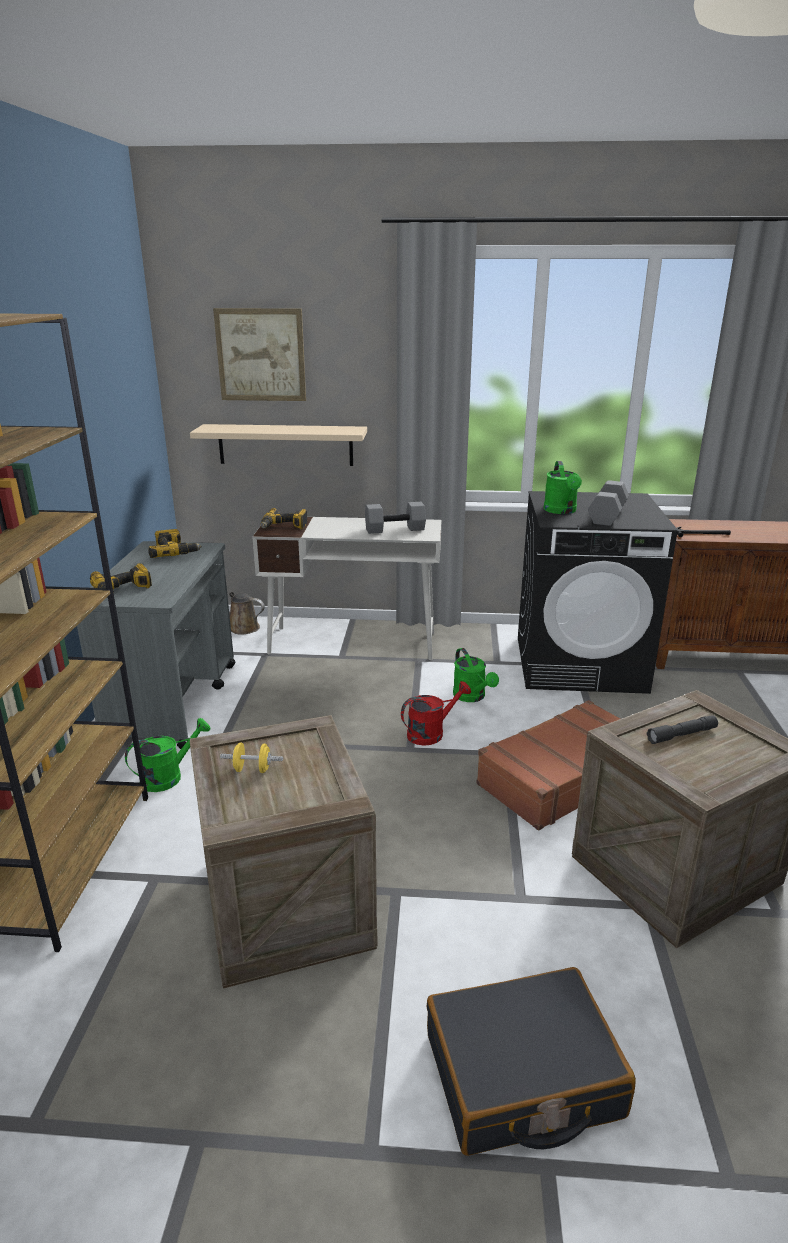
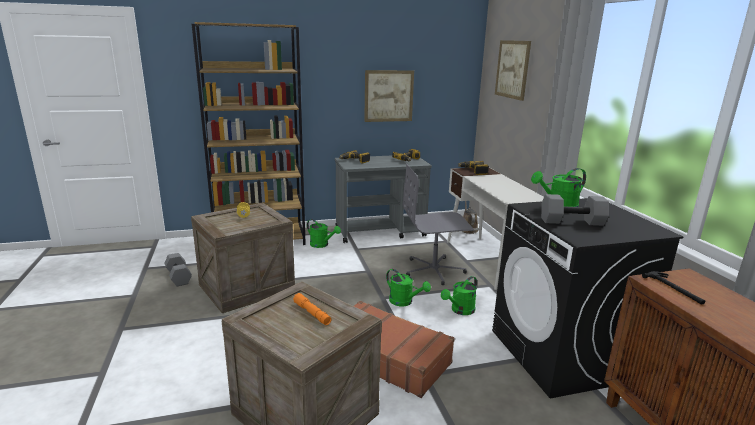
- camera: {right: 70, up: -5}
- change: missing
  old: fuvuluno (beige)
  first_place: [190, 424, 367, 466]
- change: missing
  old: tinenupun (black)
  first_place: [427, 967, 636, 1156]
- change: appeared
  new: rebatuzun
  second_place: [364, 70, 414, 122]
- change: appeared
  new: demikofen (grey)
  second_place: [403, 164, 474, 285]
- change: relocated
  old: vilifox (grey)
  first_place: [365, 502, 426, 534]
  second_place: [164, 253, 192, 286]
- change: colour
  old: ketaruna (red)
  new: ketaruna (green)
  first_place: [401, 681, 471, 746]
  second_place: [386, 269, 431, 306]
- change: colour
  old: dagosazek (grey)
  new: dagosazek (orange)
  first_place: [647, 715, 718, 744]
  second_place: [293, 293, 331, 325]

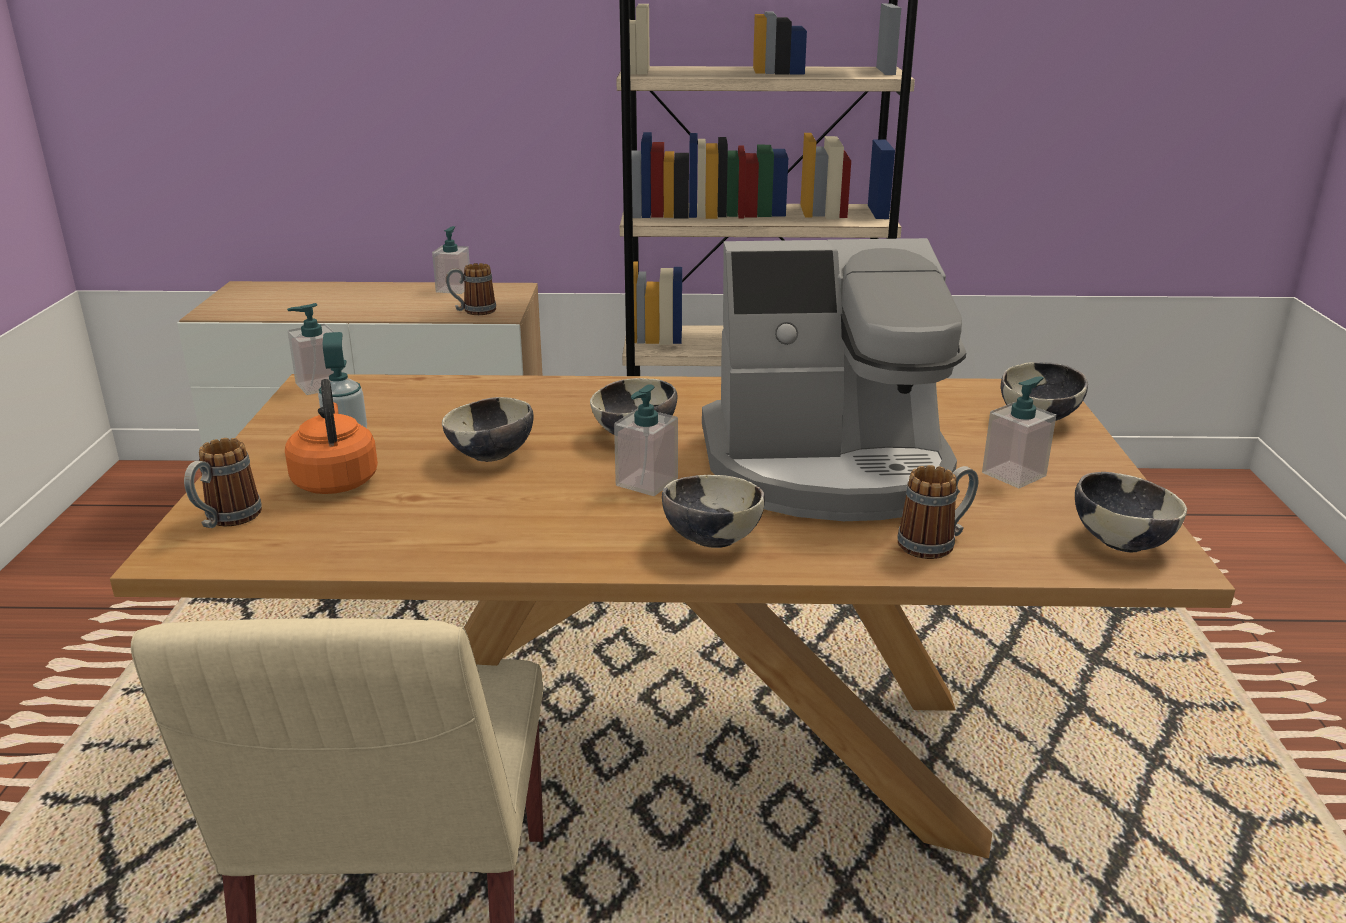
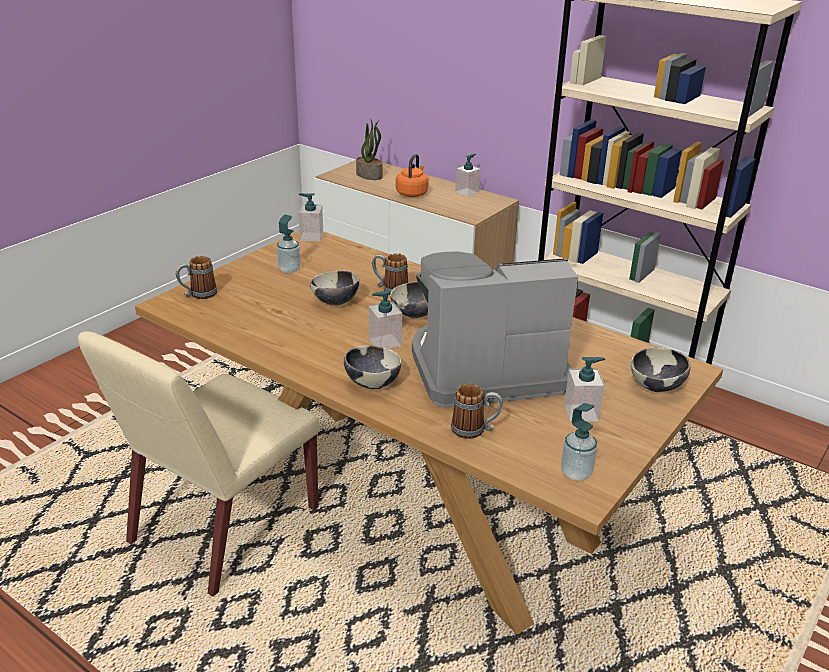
- camera: {right: 35, up: 5}
- change: appeared
  new: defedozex
  second_place: [356, 119, 383, 180]
- change: relocated
  old: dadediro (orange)
  first_place: [285, 379, 378, 494]
  second_place: [396, 154, 429, 197]
- change: relocated
  old: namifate
  first_place: [446, 263, 496, 315]
  second_place: [372, 253, 408, 295]
- change: exchanged
  old: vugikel
  new: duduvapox
  first_place: [1075, 472, 1187, 552]
  second_place: [561, 403, 597, 481]
- change: spun
  old: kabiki
  first_place: [702, 238, 966, 521]
  second_place: [412, 252, 578, 408]
  degrees: 135

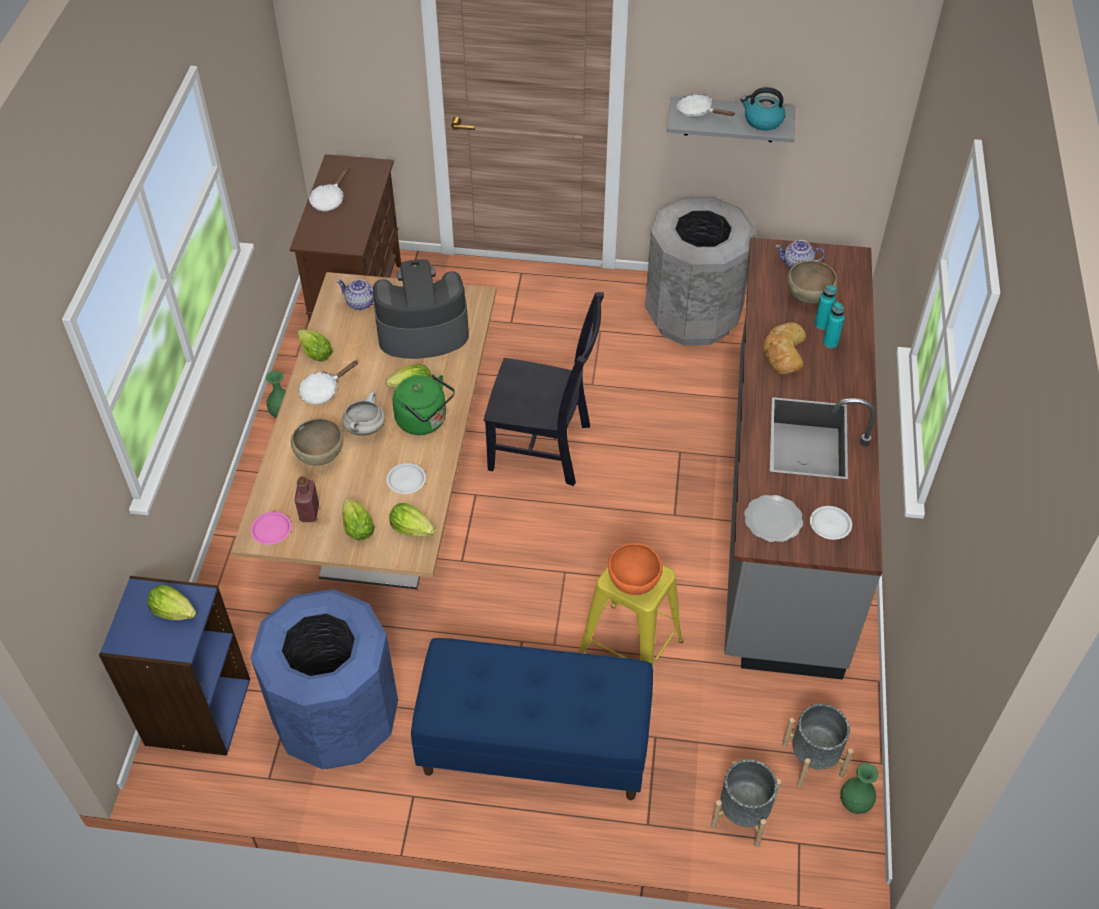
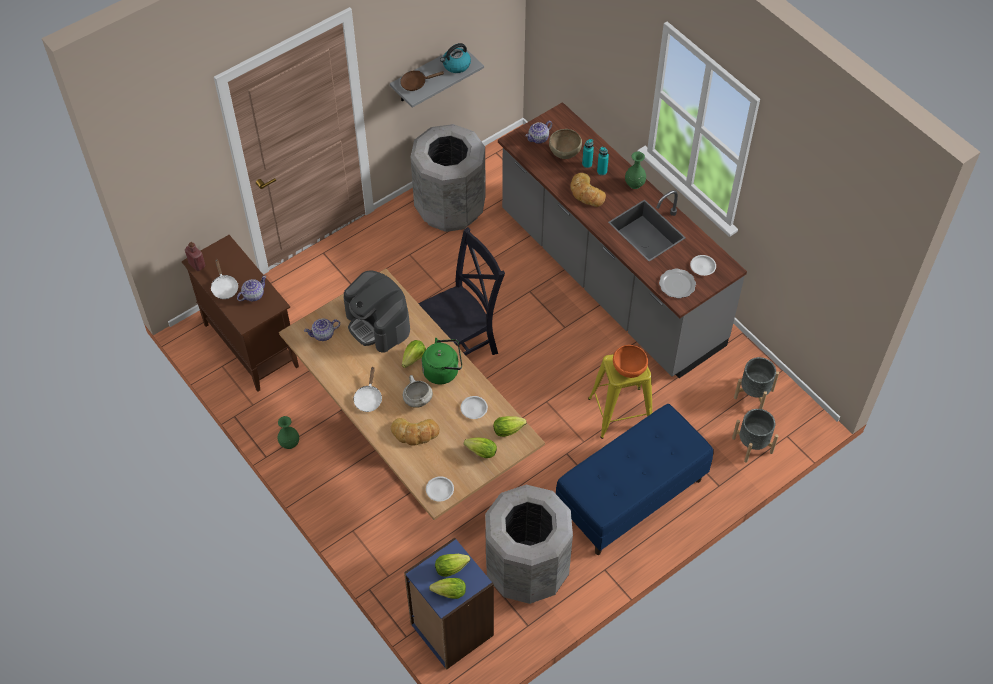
- camera: {right: -45, up: 5}
- change: appeared
  new: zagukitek
  second_place: [237, 276, 266, 301]
- change: relocated
  old: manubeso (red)
  first_place: [295, 476, 319, 522]
  second_place: [185, 242, 206, 271]
- change: relocated
  old: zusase
  first_place: [297, 329, 333, 361]
  second_place: [429, 578, 466, 599]
- change: relocated
  old: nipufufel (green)
  first_place: [840, 763, 879, 814]
  second_place: [625, 152, 646, 189]
- change: exchanged
  old: vugikel (brown)
  new: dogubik
  first_place: [291, 418, 343, 466]
  second_place: [391, 418, 440, 446]
- change: colour
  old: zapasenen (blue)
  new: zapasenen (grey)
  first_place: [250, 589, 398, 769]
  second_place: [485, 485, 573, 604]
- change: colour
  old: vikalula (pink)
  new: vikalula (white)
  first_place: [251, 512, 291, 545]
  second_place: [426, 476, 454, 501]
- change: colour
  old: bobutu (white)
  new: bobutu (brown)
  first_place: [677, 95, 735, 117]
  second_place: [400, 70, 445, 91]
- change: spun
  old: kabiki
  first_place: [373, 259, 469, 359]
  second_place: [344, 271, 410, 353]
  degrees: -75

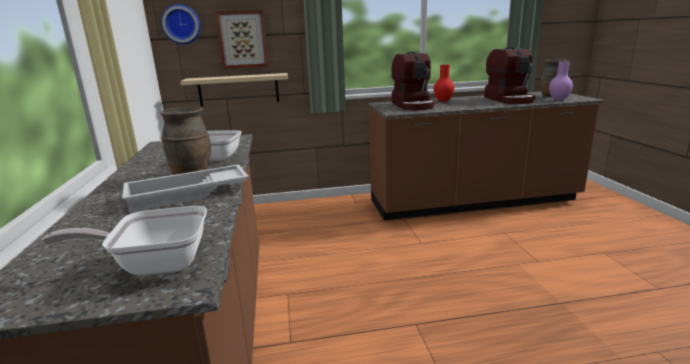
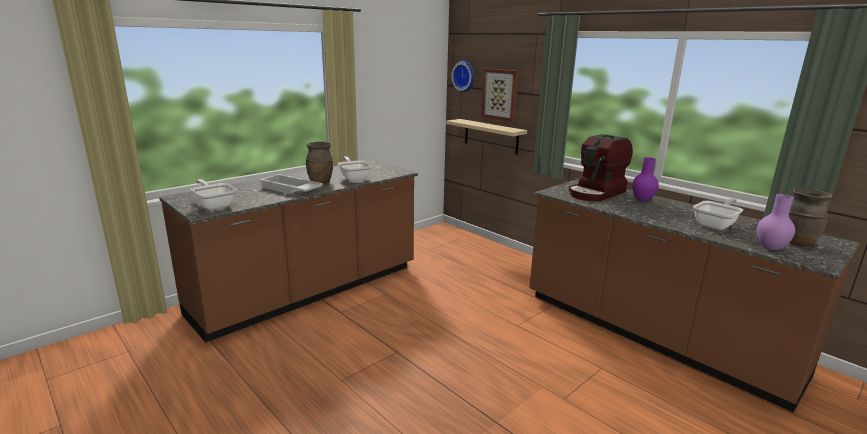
- camera: {right: 55, up: 0}
- change: exchanged
  old: kabiki
  new: bobutu
  first_place: [484, 47, 536, 104]
  second_place: [693, 198, 743, 230]
- change: colour
  old: nipufufel (red)
  new: nipufufel (purple)
  first_place: [434, 65, 454, 102]
  second_place: [632, 157, 659, 201]

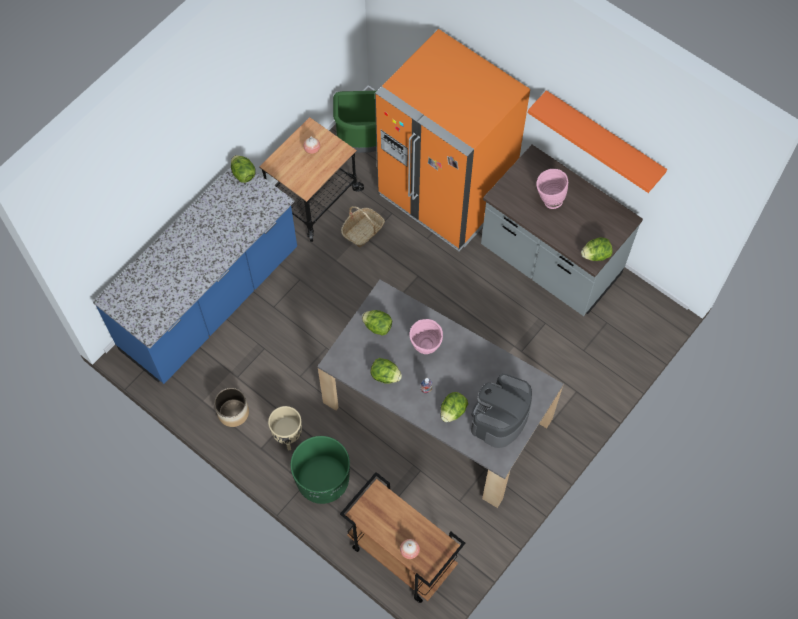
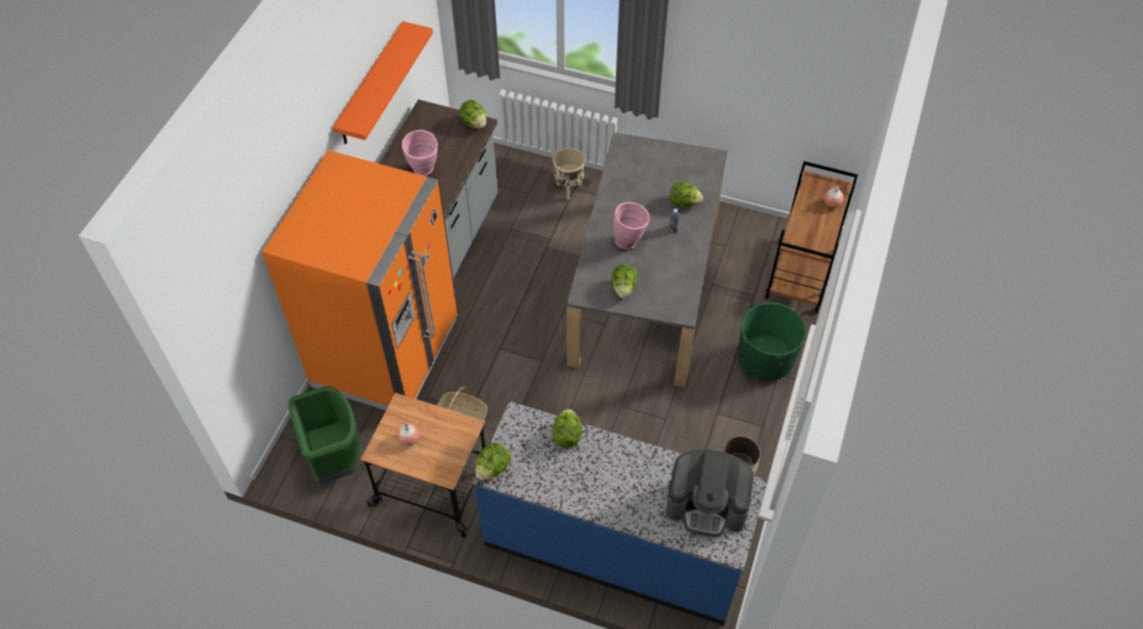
- camera: {right: -110, up: -10}
- change: relocated
  old: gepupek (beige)
  first_place: [268, 406, 302, 451]
  second_place: [553, 148, 585, 200]
- change: relocated
  old: zusase
  first_place: [370, 358, 402, 384]
  second_place: [552, 409, 582, 448]
- change: relocated
  old: kabiki
  first_place: [471, 374, 532, 448]
  second_place: [666, 449, 754, 537]

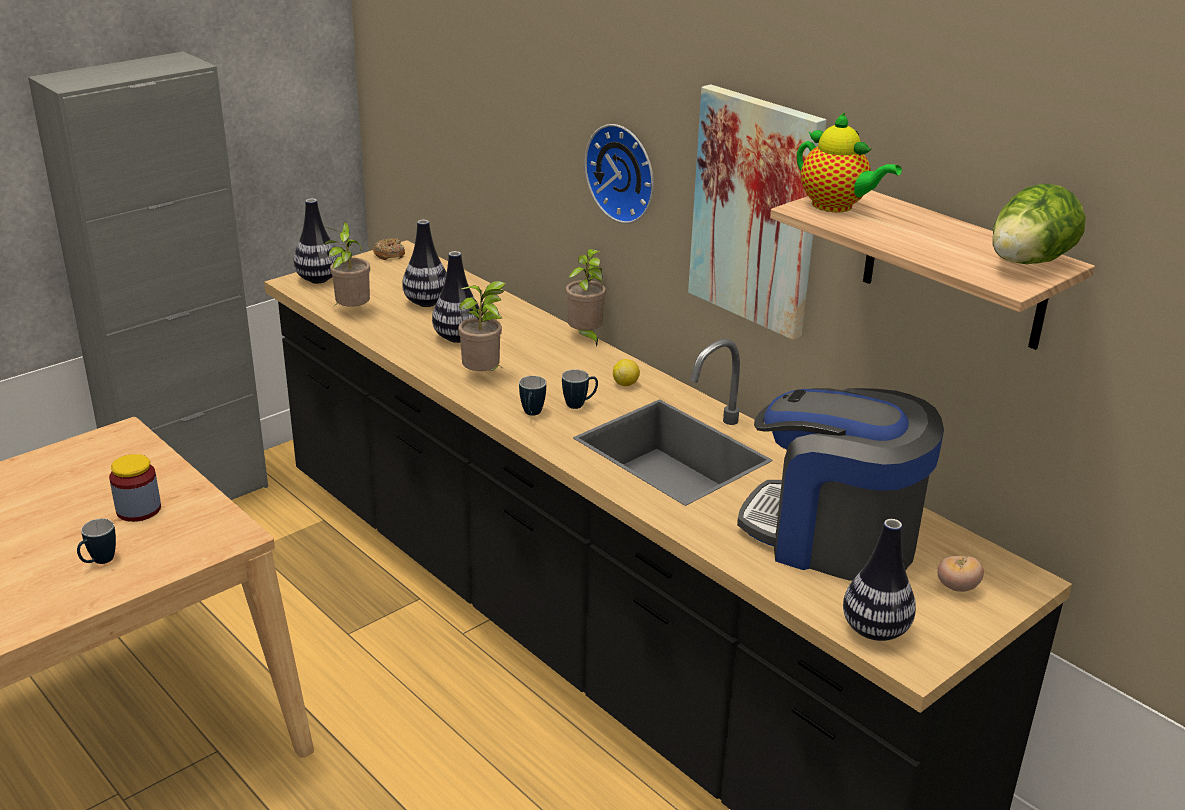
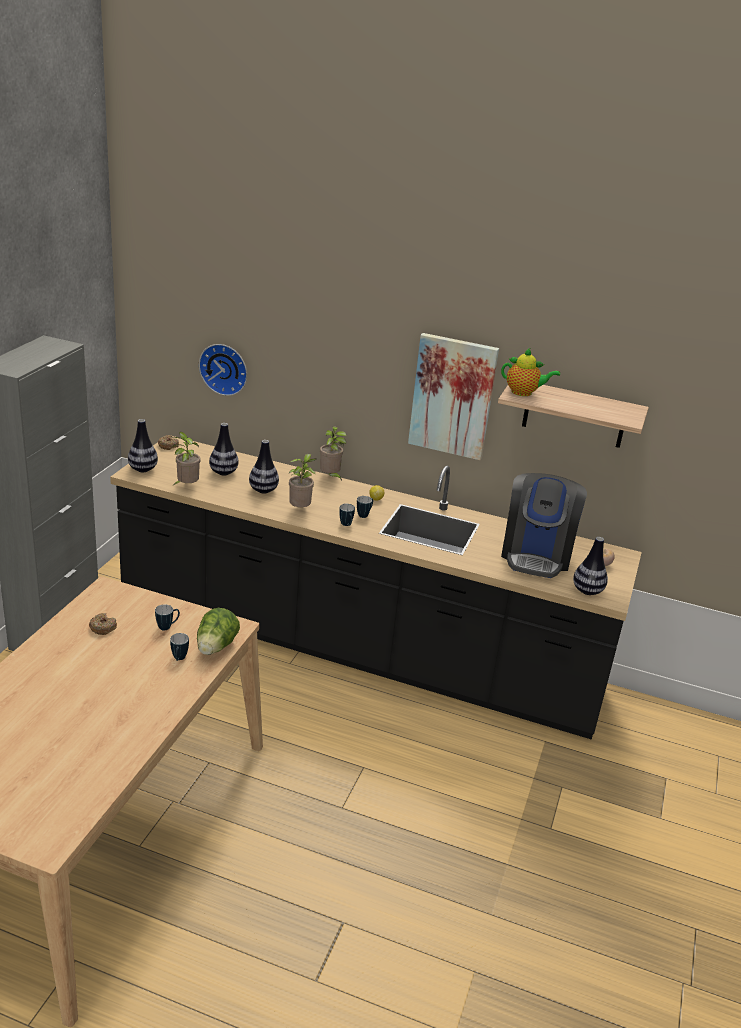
- camera: {right: -30, up: 0}
- change: appeared
  new: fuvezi
  second_place: [89, 613, 117, 635]
- change: relocated
  old: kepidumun
  first_place: [584, 124, 654, 224]
  second_place: [199, 344, 247, 396]
- change: relocated
  old: zusase
  first_place: [993, 184, 1086, 264]
  second_place: [197, 608, 240, 655]
- change: exchanged
  old: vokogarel
  new: namifate
  first_place: [109, 454, 161, 522]
  second_place: [155, 604, 180, 631]
- change: spun
  old: kabiki
  first_place: [737, 388, 944, 581]
  second_place: [501, 473, 587, 578]
  degrees: -75

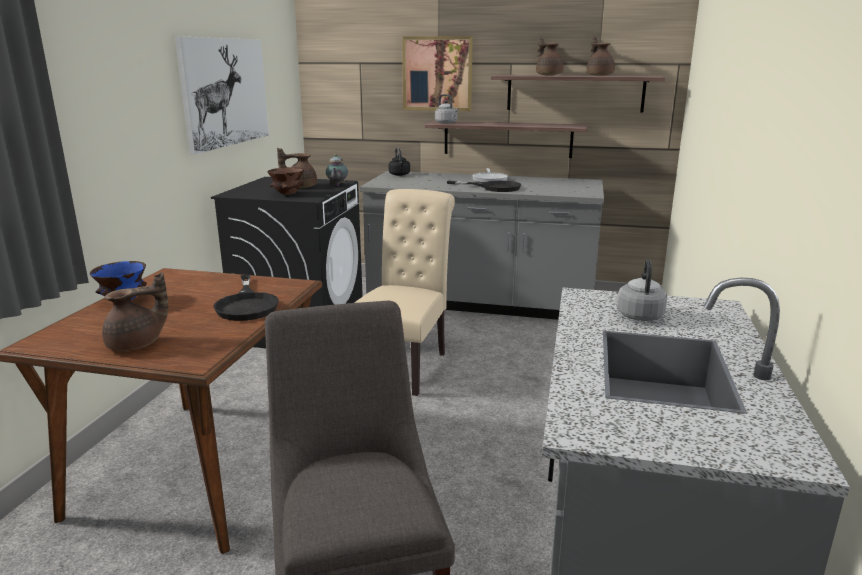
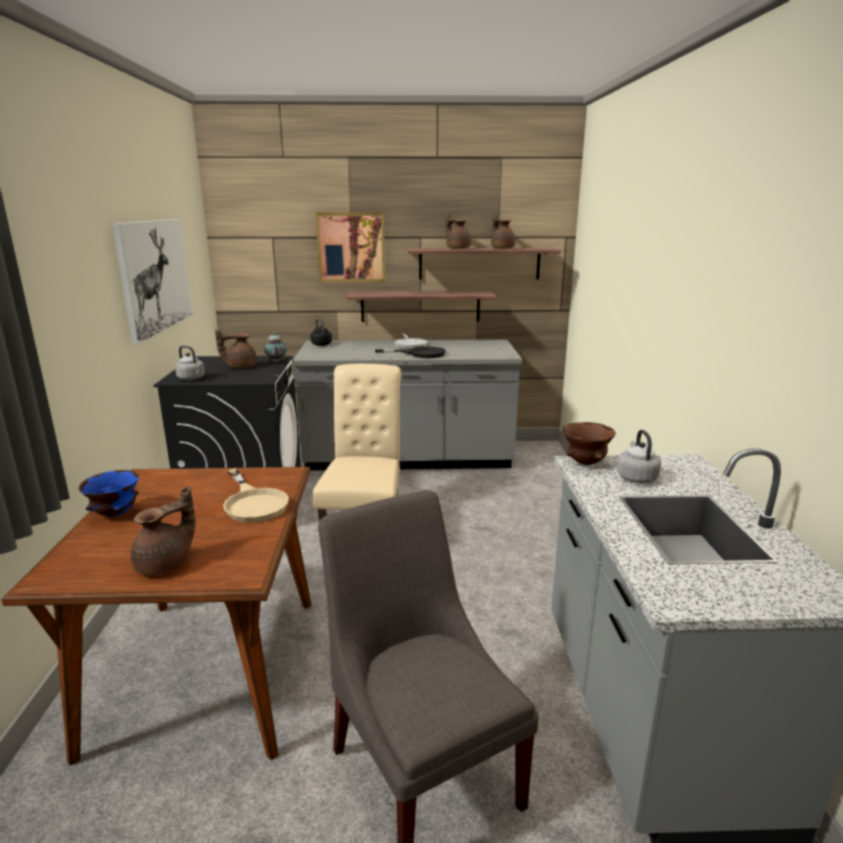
- camera: {right: -15, up: 0}
- change: relocated
  old: vugikel (brown)
  first_place: [267, 167, 304, 195]
  second_place: [562, 422, 616, 465]
- change: relocated
  old: dadediro (grey)
  first_place: [435, 94, 459, 124]
  second_place: [175, 345, 205, 380]
- change: colour
  old: bobutu (black)
  new: bobutu (beige)
  first_place: [213, 274, 279, 321]
  second_place: [223, 468, 289, 523]

